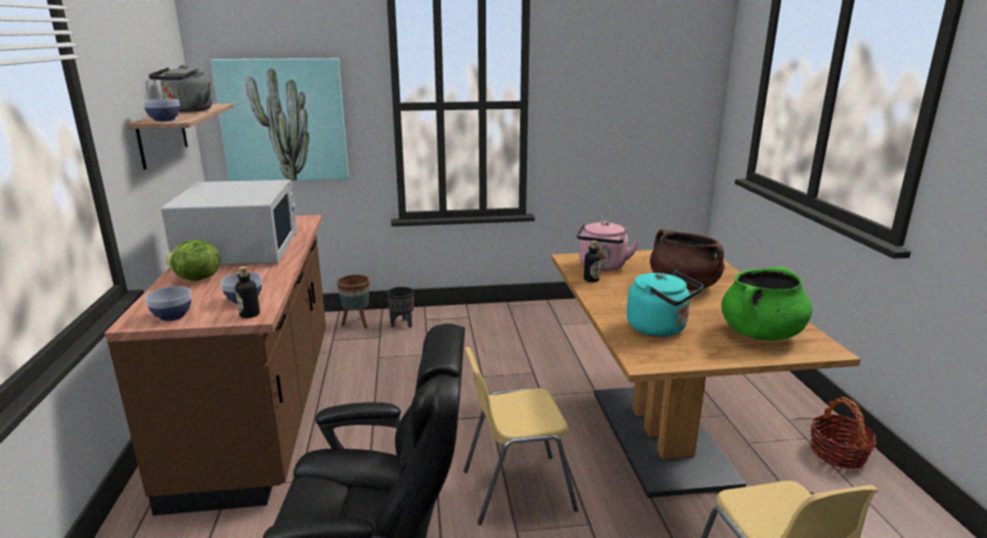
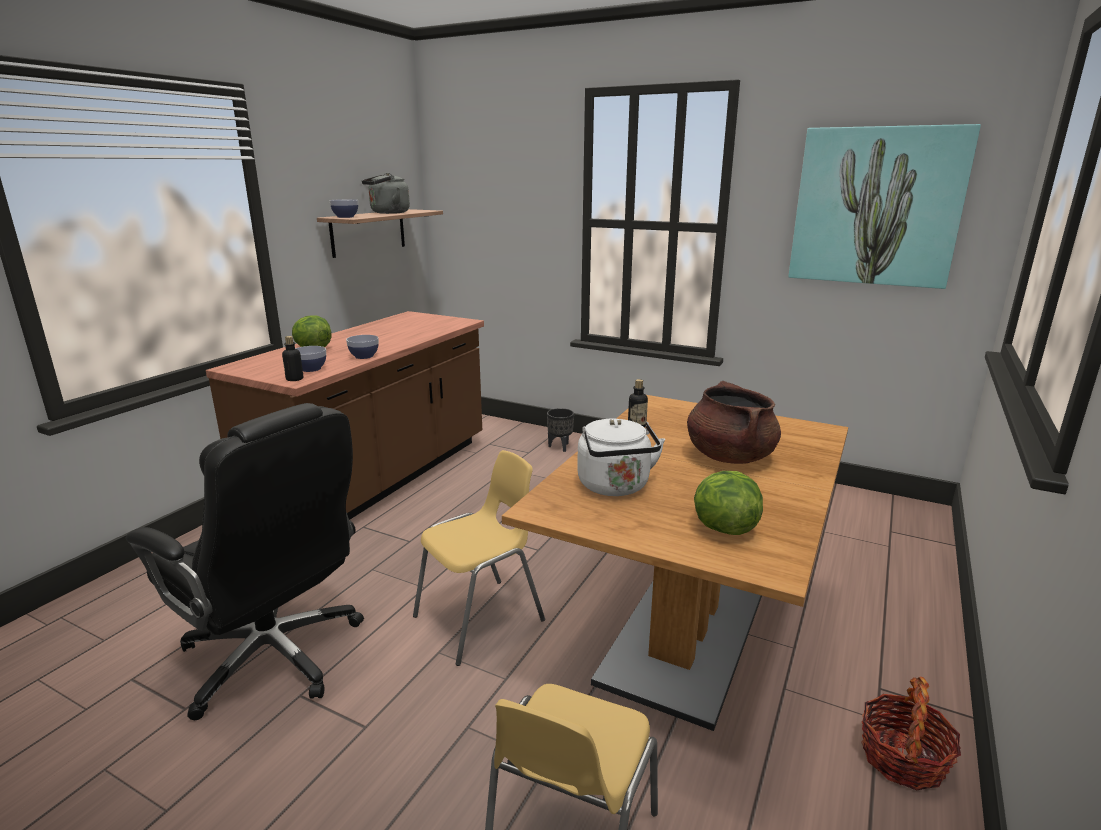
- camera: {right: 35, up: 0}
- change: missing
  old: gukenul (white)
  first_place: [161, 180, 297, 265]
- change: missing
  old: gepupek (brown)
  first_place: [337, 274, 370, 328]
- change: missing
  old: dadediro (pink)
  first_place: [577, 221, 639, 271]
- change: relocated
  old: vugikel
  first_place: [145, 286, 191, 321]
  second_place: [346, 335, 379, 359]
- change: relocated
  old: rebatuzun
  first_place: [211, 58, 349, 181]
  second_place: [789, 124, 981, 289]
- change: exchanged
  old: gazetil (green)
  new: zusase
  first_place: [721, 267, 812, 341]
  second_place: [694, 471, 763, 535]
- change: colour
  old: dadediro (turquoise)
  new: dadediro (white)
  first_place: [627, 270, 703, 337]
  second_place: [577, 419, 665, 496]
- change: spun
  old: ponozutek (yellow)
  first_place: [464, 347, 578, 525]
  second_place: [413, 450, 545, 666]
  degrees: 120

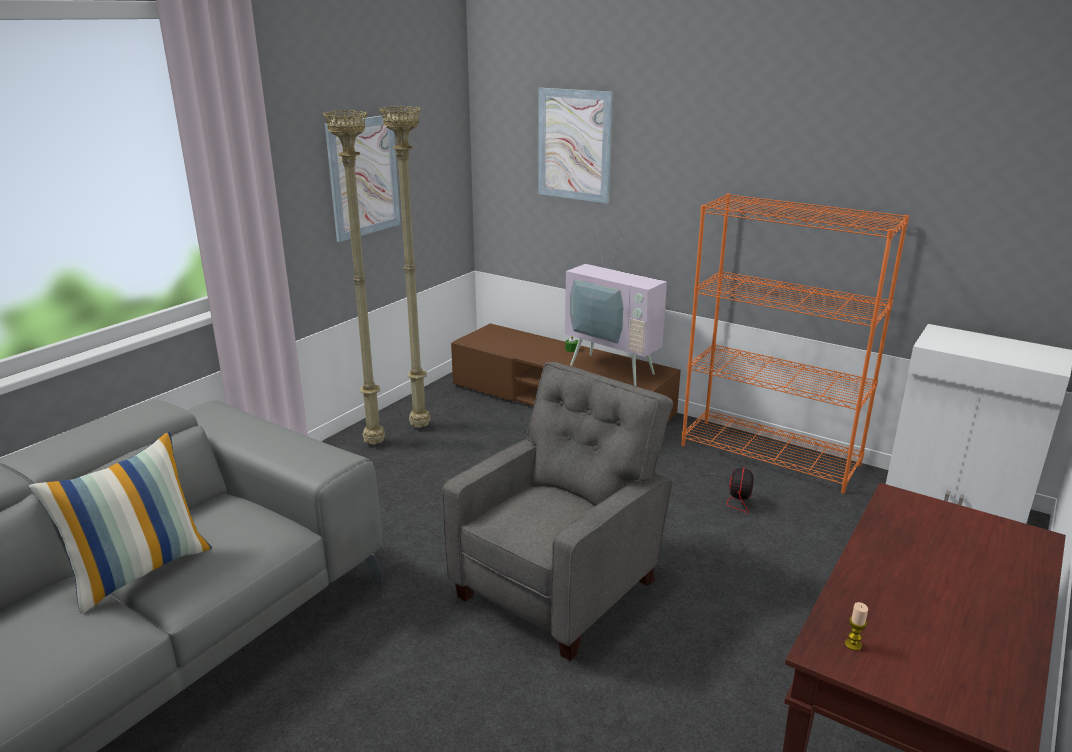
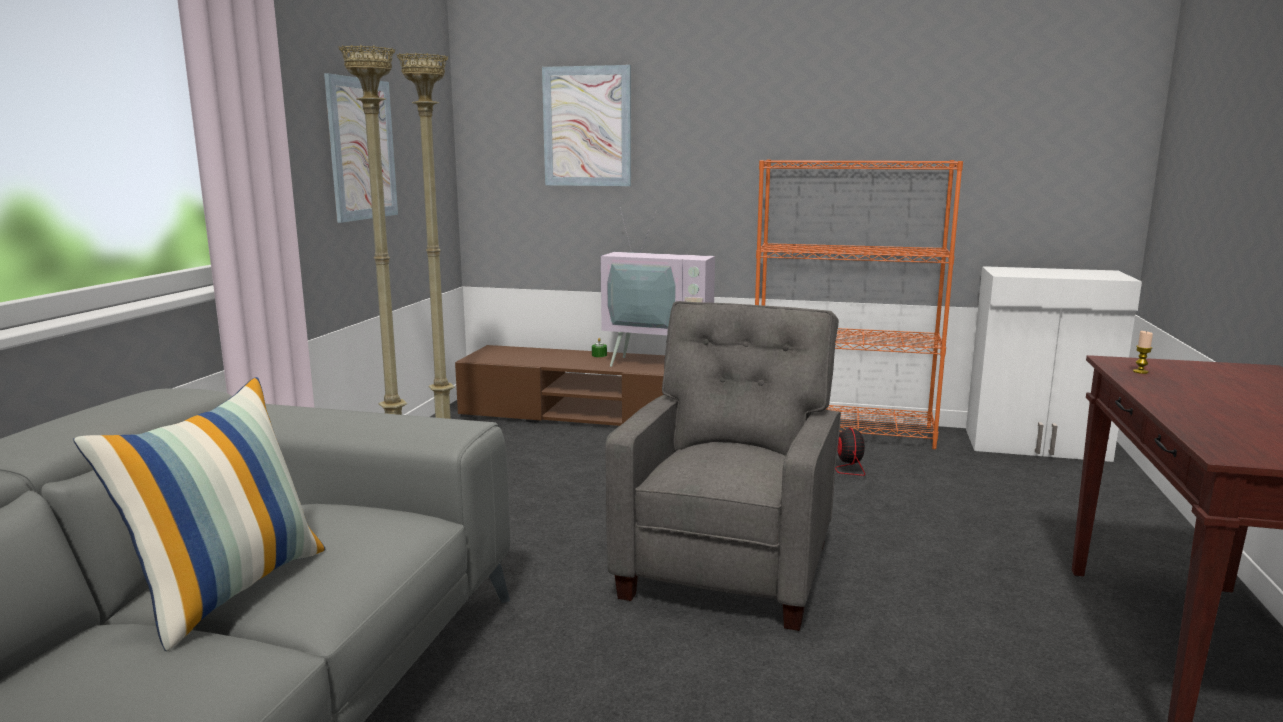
- camera: {right: -20, up: -10}
- change: relocated
  old: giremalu
  first_place: [845, 602, 868, 651]
  second_place: [1133, 331, 1153, 374]

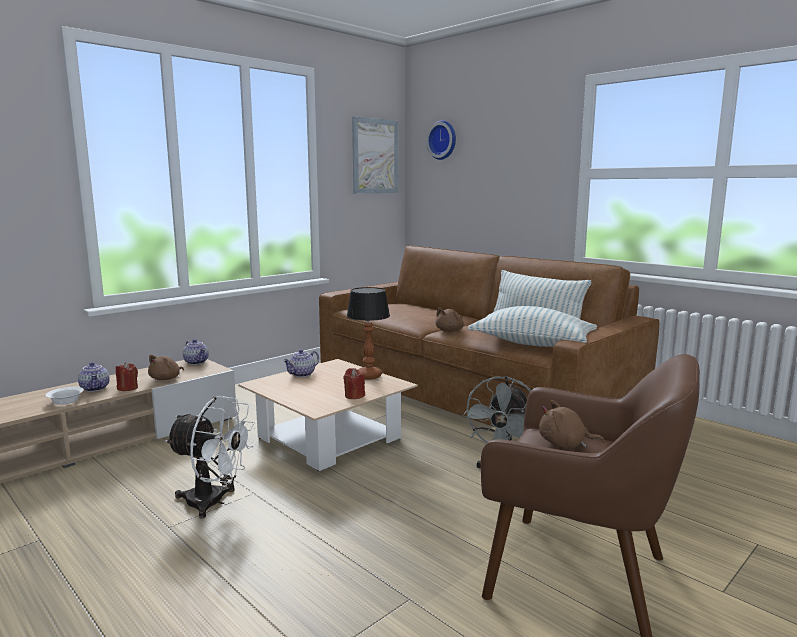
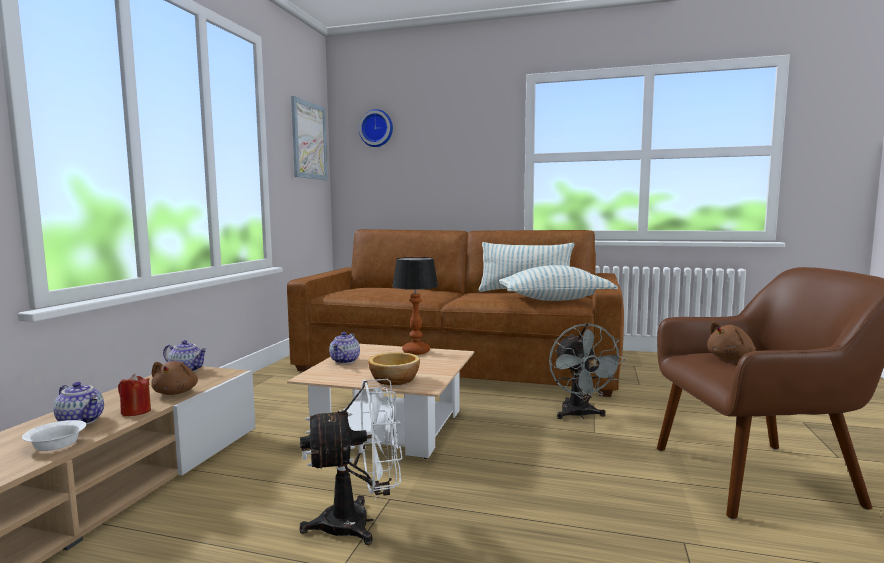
- camera: {right: -30, up: -5}
- change: missing
  old: giremalu (red)
  first_place: [343, 368, 365, 399]
- change: missing
  old: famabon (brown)
  first_place: [436, 307, 464, 332]
- change: appeared
  new: vugikel
  second_place: [368, 352, 420, 385]

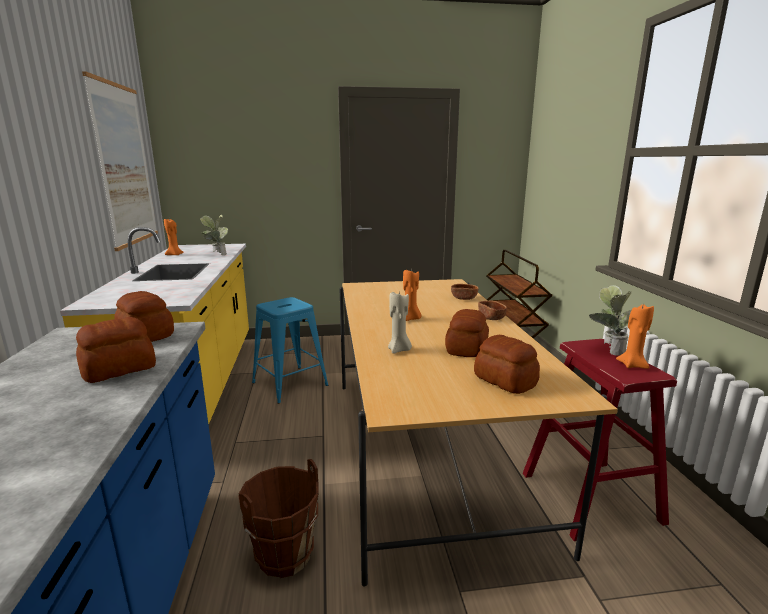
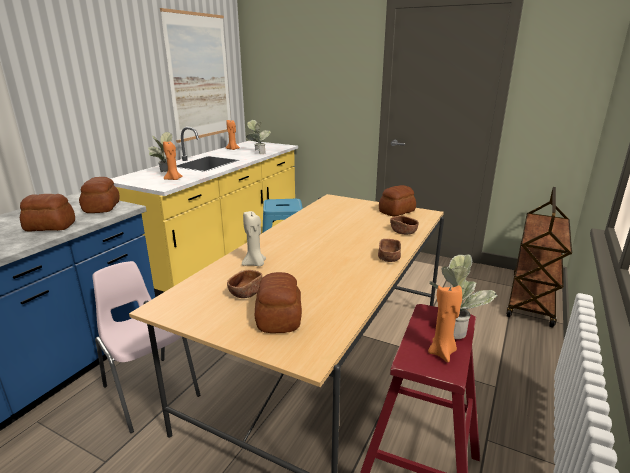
- camera: {right: 35, up: 5}
- change: appeared
  new: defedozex
  second_place: [148, 132, 173, 172]
- change: appeared
  new: vugikel (brown)
  second_place: [227, 270, 262, 298]
- change: relocated
  old: giremalu (orange)
  first_place: [403, 270, 421, 321]
  second_place: [163, 142, 183, 180]
- change: relocated
  old: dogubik
  first_place: [445, 309, 489, 357]
  second_place: [379, 185, 416, 216]
- change: exchanged
  old: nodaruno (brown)
  new: ponozutek (pink)
  first_place: [238, 459, 319, 578]
  second_place: [92, 261, 200, 433]

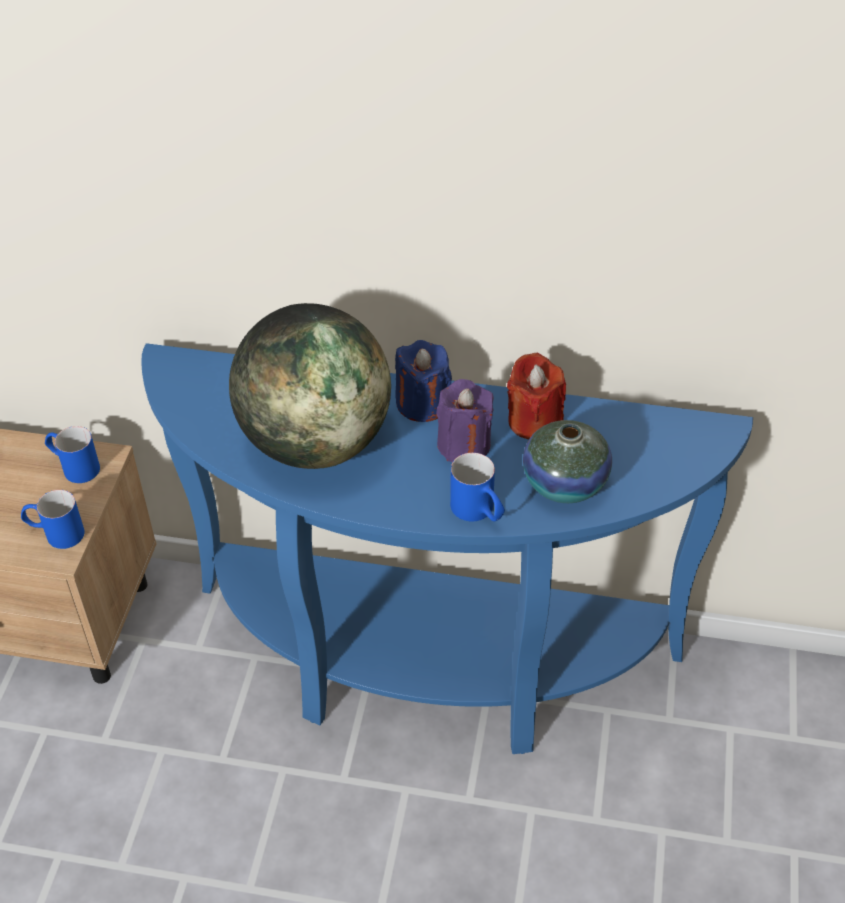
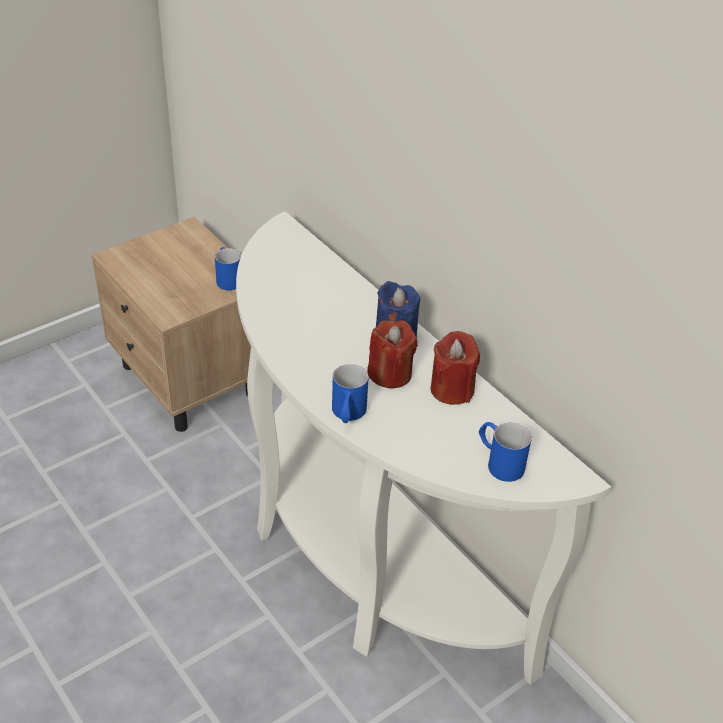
- camera: {right: 40, up: -5}
- change: missing
  old: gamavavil
  first_place: [229, 303, 391, 469]
- change: missing
  old: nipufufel
  first_place: [523, 420, 612, 503]
- change: relocated
  old: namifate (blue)
  first_place: [21, 490, 84, 549]
  second_place: [479, 422, 532, 482]
- change: colour
  old: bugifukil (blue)
  new: bugifukil (white)
  first_place: [141, 343, 753, 754]
  second_place: [236, 211, 611, 685]
- change: colour
  old: giremalu (purple)
  new: giremalu (red)
  first_place: [436, 379, 494, 462]
  second_place: [367, 320, 418, 388]

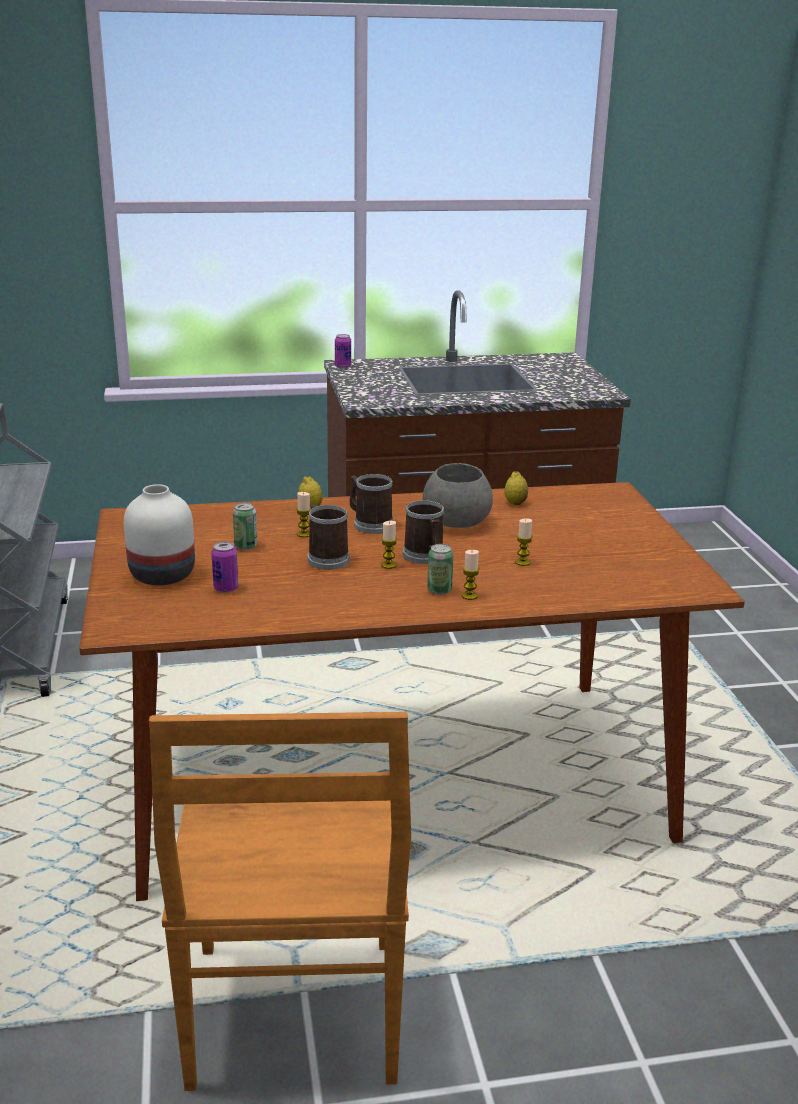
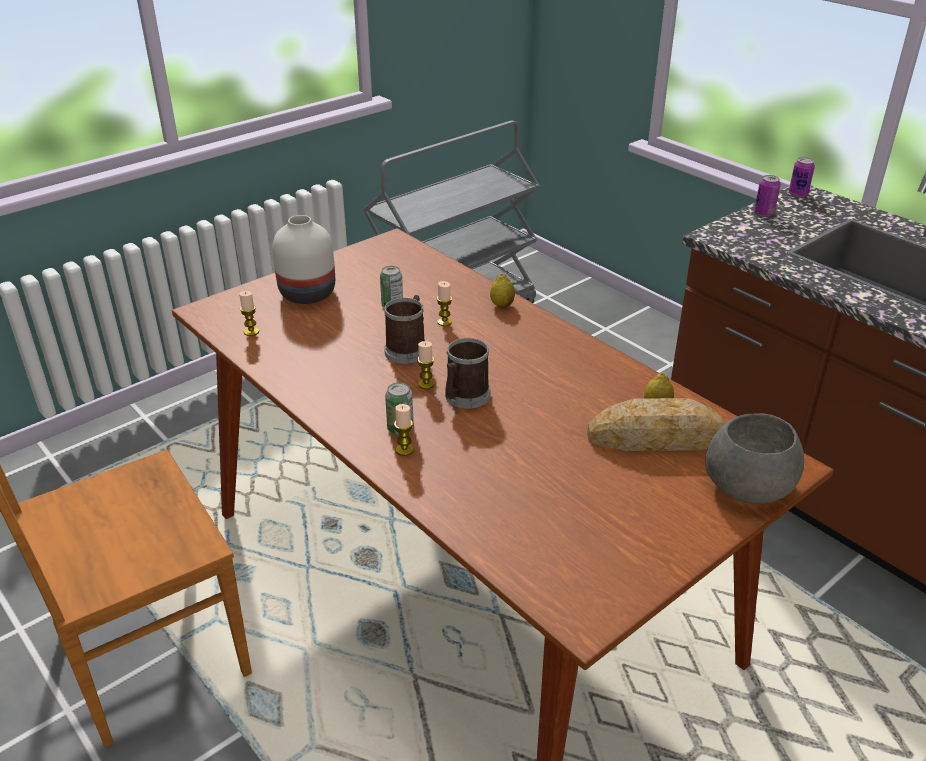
- camera: {right: 60, up: 10}
- change: missing
  old: namifate
  first_place: [350, 474, 394, 534]
- change: appeared
  new: dogubik
  second_place: [587, 398, 725, 451]
- change: relocated
  old: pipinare
  first_place: [211, 542, 239, 593]
  second_place: [754, 175, 781, 217]
- change: relocated
  old: vugikel (grey)
  first_place: [423, 463, 493, 528]
  second_place: [705, 413, 804, 504]
- change: relocated
  old: giremalu
  first_place: [515, 518, 533, 566]
  second_place: [239, 291, 259, 336]

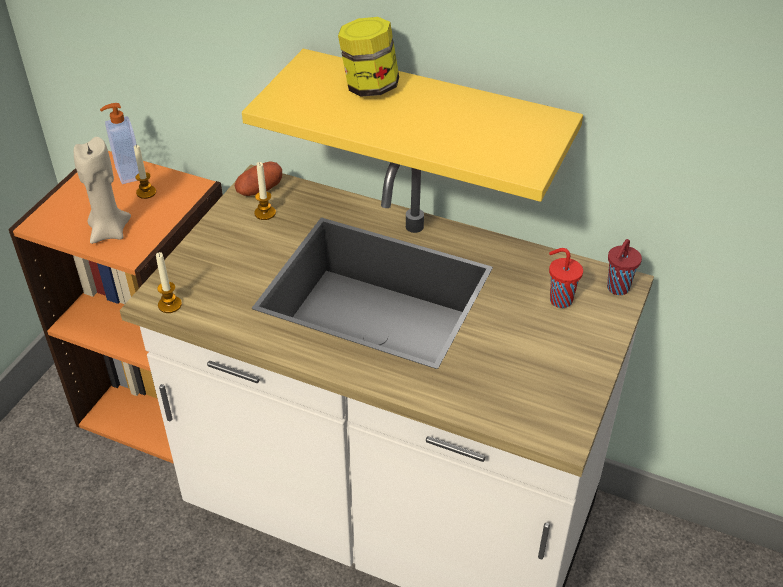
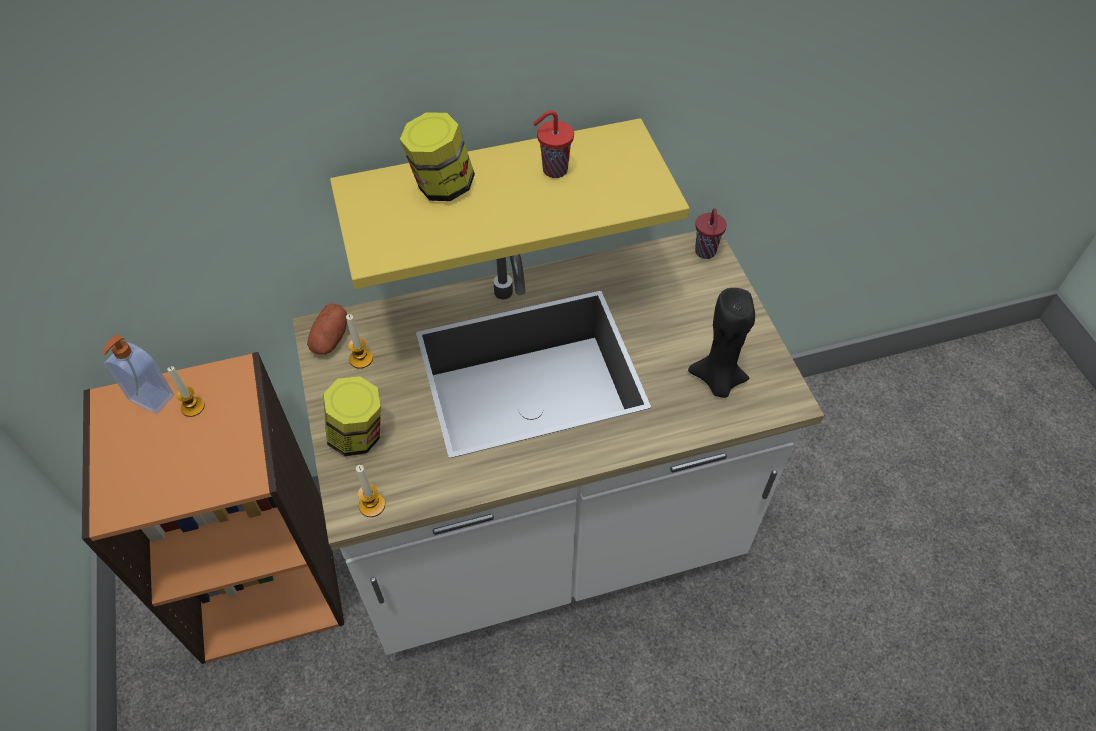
- camera: {right: -40, up: 10}
- change: missing
  old: giremalu (beige)
  first_place: [74, 137, 131, 244]
- change: appeared
  new: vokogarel
  second_place: [323, 376, 381, 456]
- change: appeared
  new: giremalu (black)
  second_place: [688, 288, 755, 398]
- change: relocated
  old: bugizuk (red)
  first_place: [549, 248, 583, 308]
  second_place: [533, 110, 574, 178]

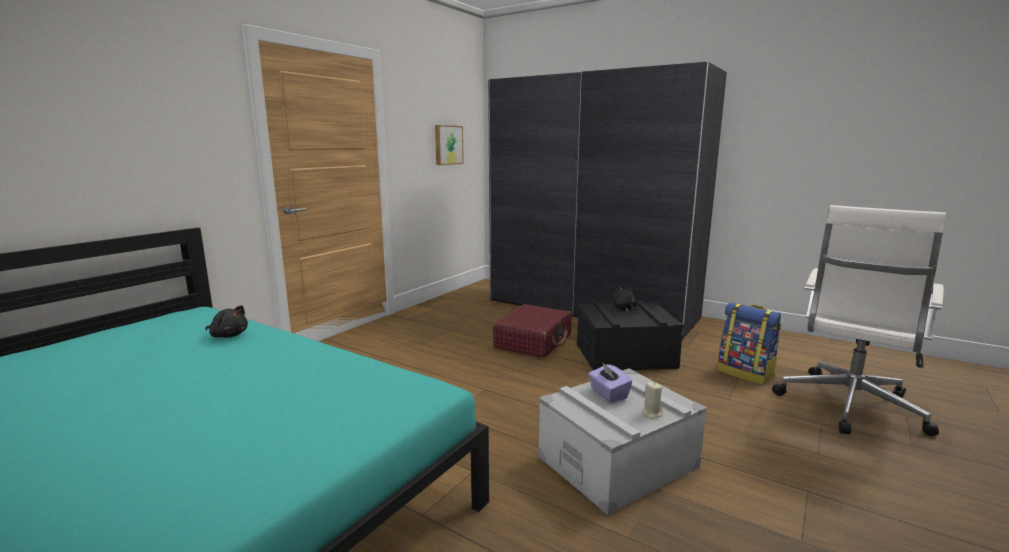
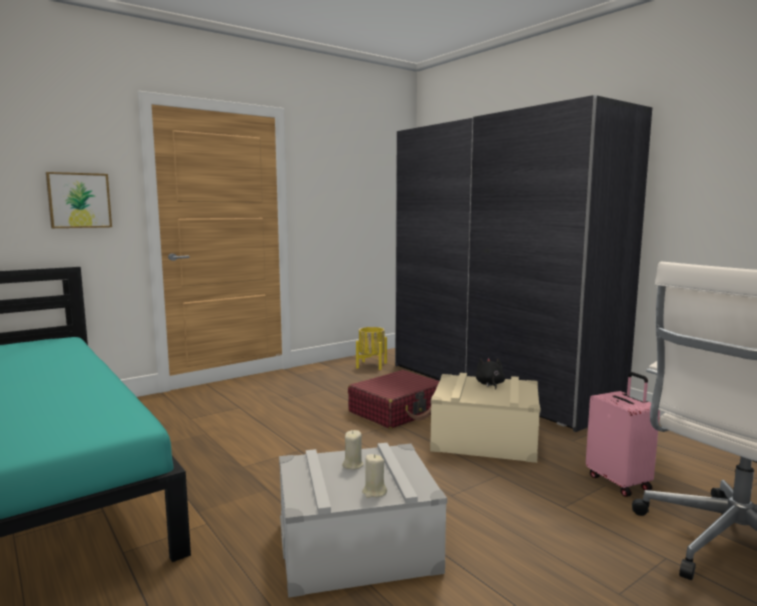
- camera: {right: 20, up: -5}
- change: missing
  old: famabon (black)
  first_place: [205, 305, 248, 338]
- change: appeared
  new: gepupek (yellow)
  second_place: [356, 327, 387, 370]
- change: relocated
  old: rebatuzun
  first_place: [435, 125, 464, 165]
  second_place: [46, 172, 112, 228]
- change: exchanged
  old: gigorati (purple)
  new: giremalu (beige)
  first_place: [588, 362, 632, 403]
  second_place: [342, 430, 364, 470]
- change: exchanged
  old: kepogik
  new: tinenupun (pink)
  first_place: [717, 302, 781, 385]
  second_place: [586, 372, 660, 497]
- change: colour
  old: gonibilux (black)
  new: gonibilux (beige)
  first_place: [577, 300, 684, 370]
  second_place: [430, 373, 540, 463]

